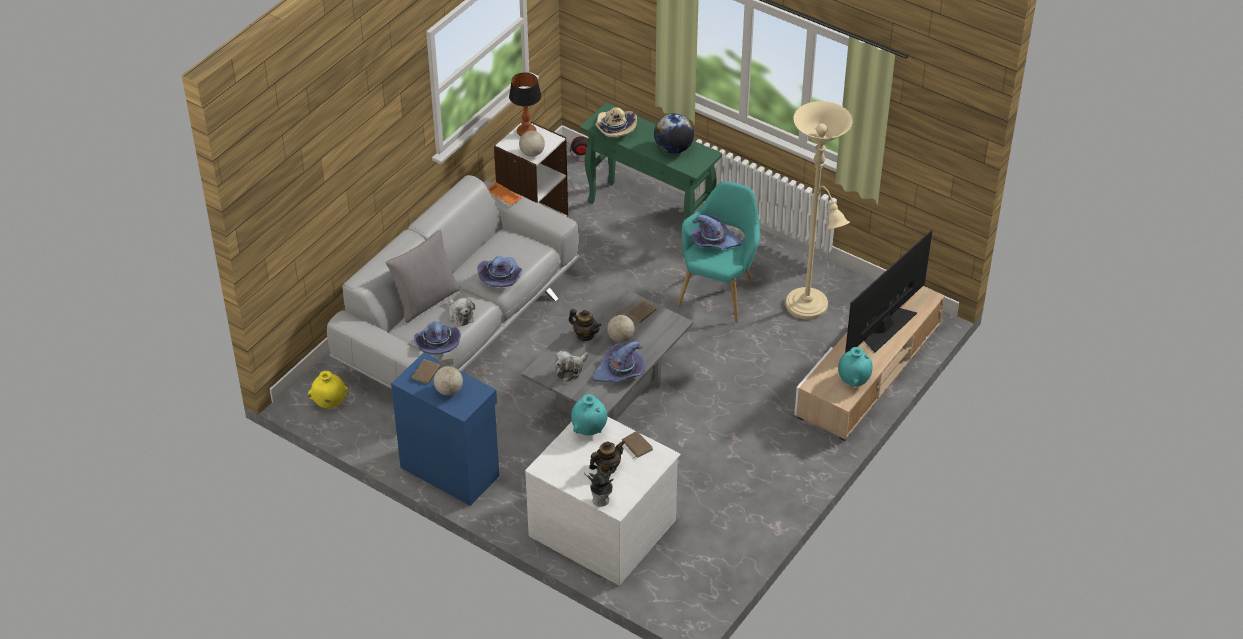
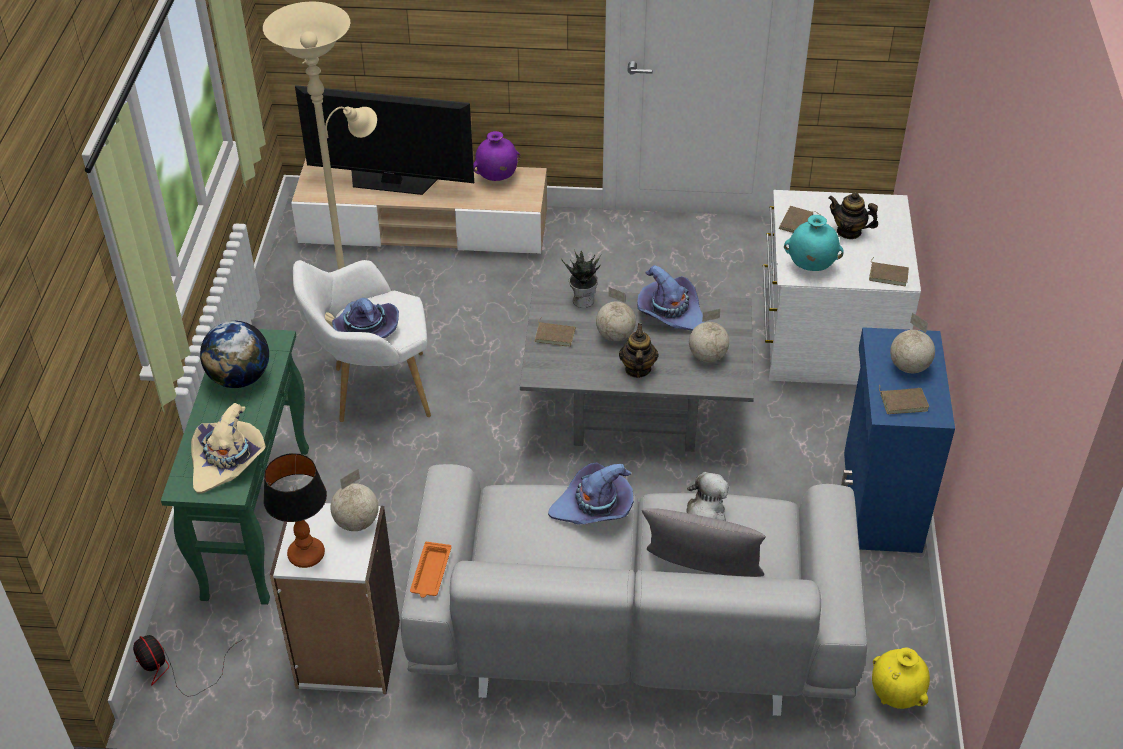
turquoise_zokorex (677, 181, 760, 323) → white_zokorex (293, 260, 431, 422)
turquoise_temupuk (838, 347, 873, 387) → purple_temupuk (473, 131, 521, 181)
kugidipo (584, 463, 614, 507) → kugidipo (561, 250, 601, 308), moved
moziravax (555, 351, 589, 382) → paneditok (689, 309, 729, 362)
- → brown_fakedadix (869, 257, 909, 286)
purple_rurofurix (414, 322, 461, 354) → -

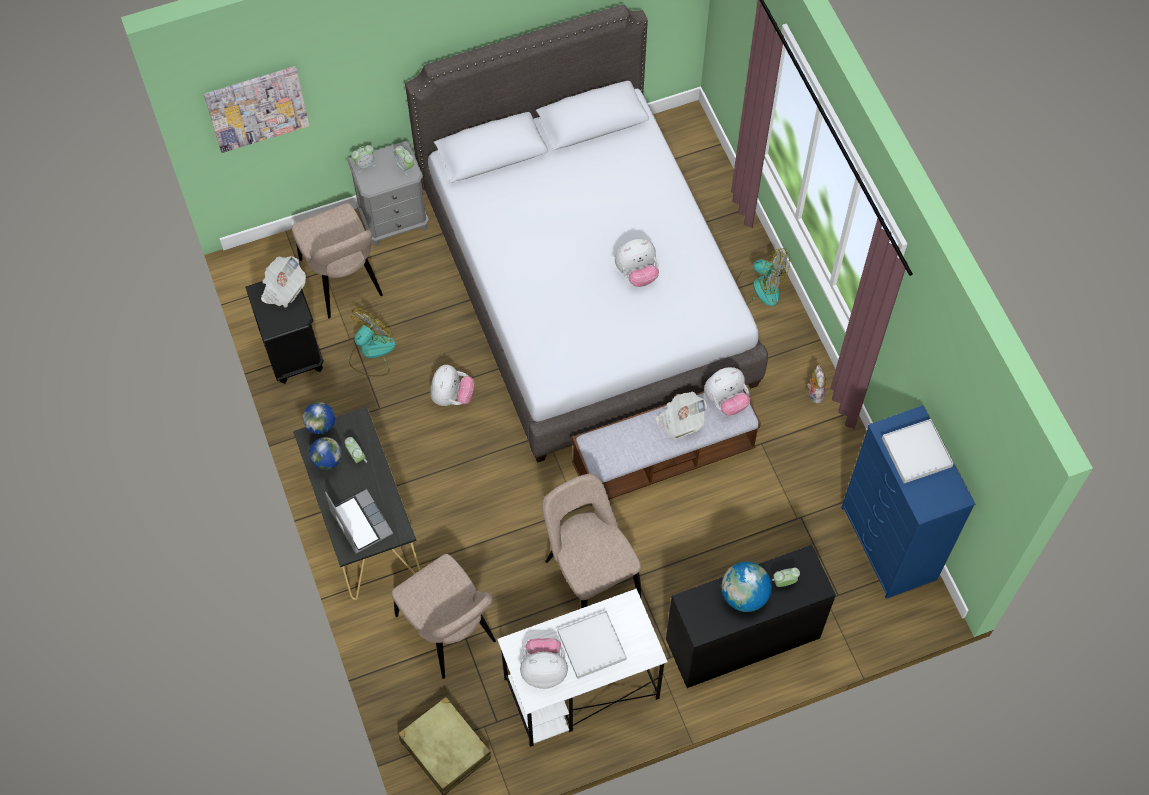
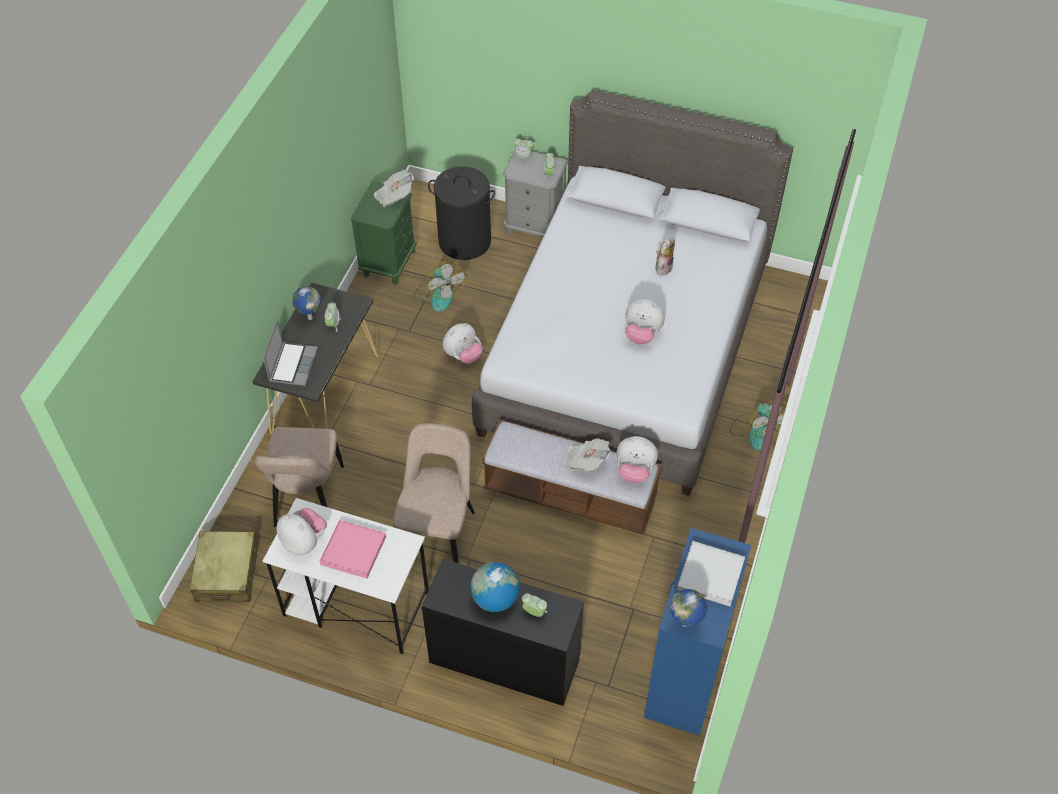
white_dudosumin (558, 610, 627, 679) → pink_dudosumin (320, 520, 386, 579)
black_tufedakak (245, 281, 324, 384) → green_tufedakak (351, 181, 417, 285)
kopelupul (349, 307, 396, 376) → kopelupul (413, 261, 465, 312), 75 degrees clockwise
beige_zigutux (292, 203, 383, 318) → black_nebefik (428, 166, 495, 260)
moziravax (807, 365, 826, 404) → moziravax (656, 238, 675, 275), moved
paneditok (303, 402, 335, 434) → paneditok (670, 589, 707, 627), moved
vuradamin (204, 66, 309, 153) → -

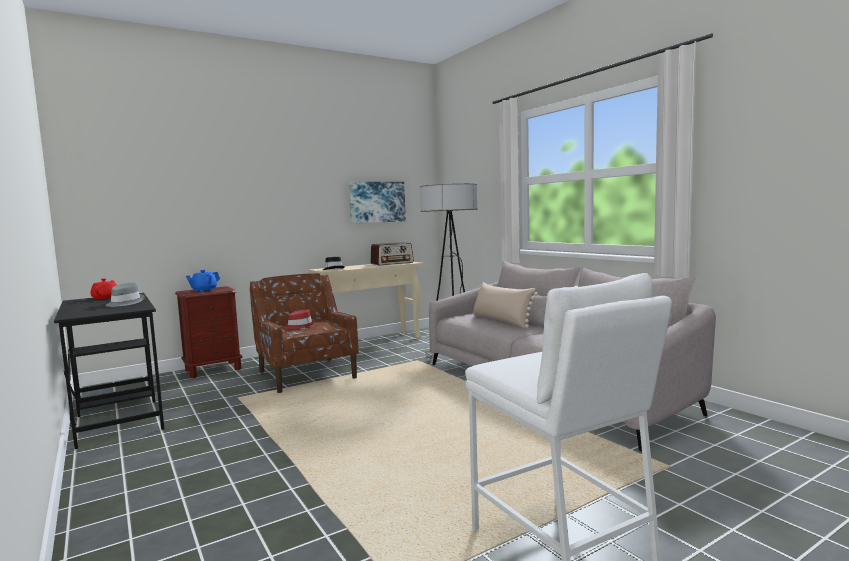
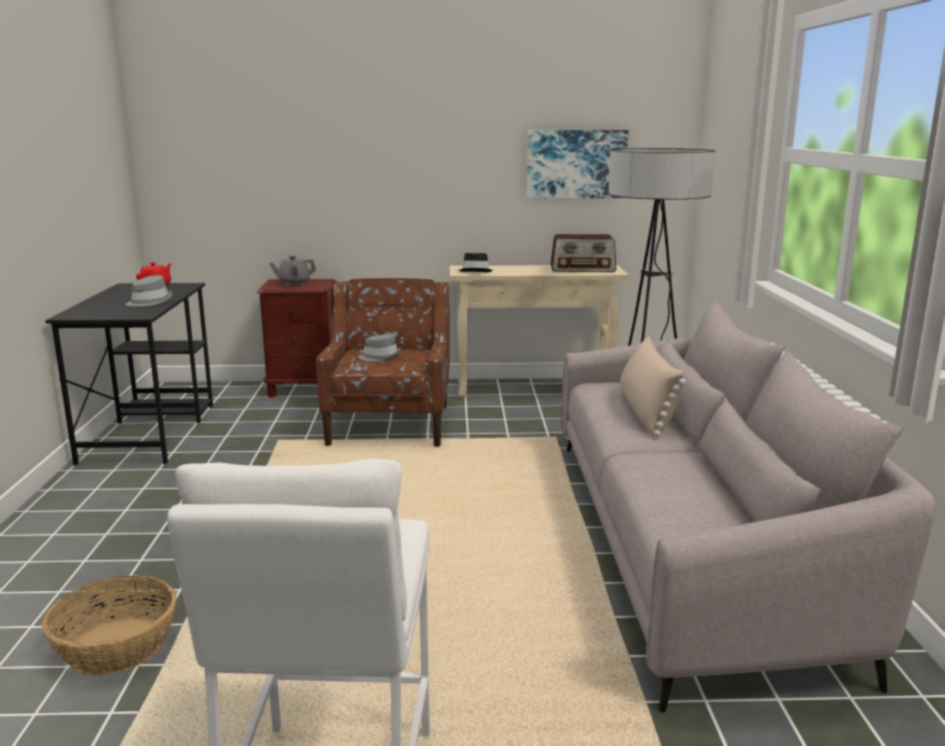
- → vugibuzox (42, 575, 177, 675)
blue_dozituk (186, 270, 220, 292) → grey_dozituk (269, 255, 316, 287)
red_rurofurix (284, 309, 315, 329) → grey_rurofurix (358, 334, 402, 361)

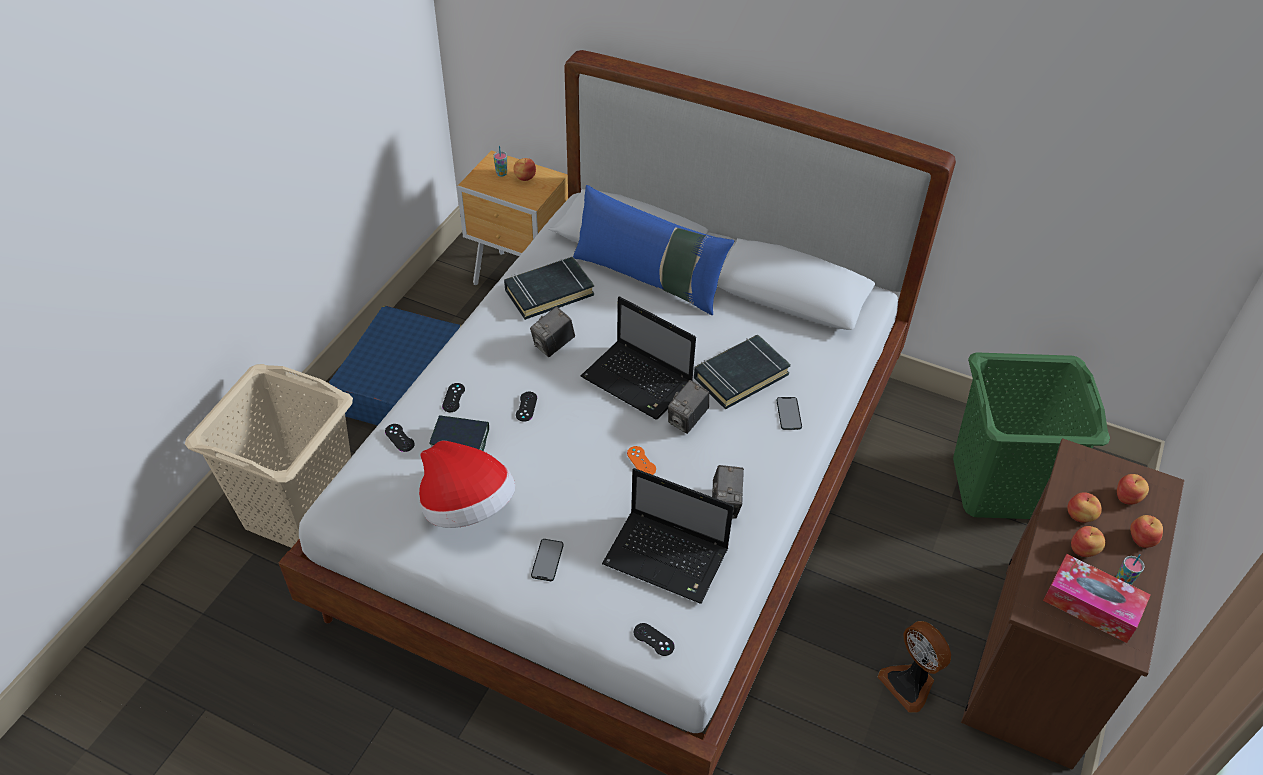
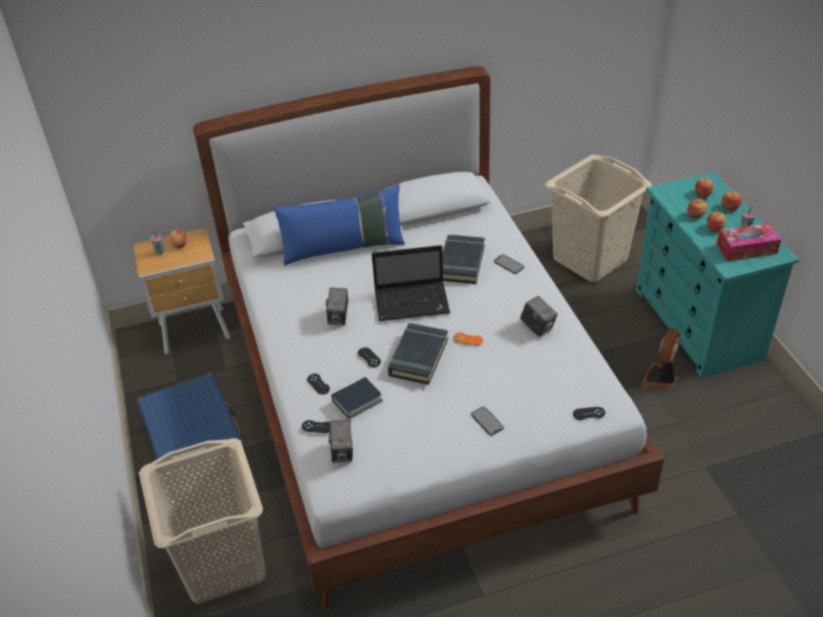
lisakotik (668, 380, 709, 434) → lisakotik (328, 420, 353, 463), moved
black_fakedadix (504, 257, 594, 320) → black_fakedadix (388, 323, 448, 385), moved
green_nebefik (953, 352, 1110, 519) → beige_nebefik (545, 154, 652, 282)
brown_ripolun (961, 438, 1185, 770) → turquoise_ripolun (636, 172, 799, 378)
kopelupul (878, 621, 951, 713) → kopelupul (641, 328, 681, 389), 105 degrees clockwise
rurofurix (419, 441, 515, 528) → -
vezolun (602, 468, 734, 604) → -

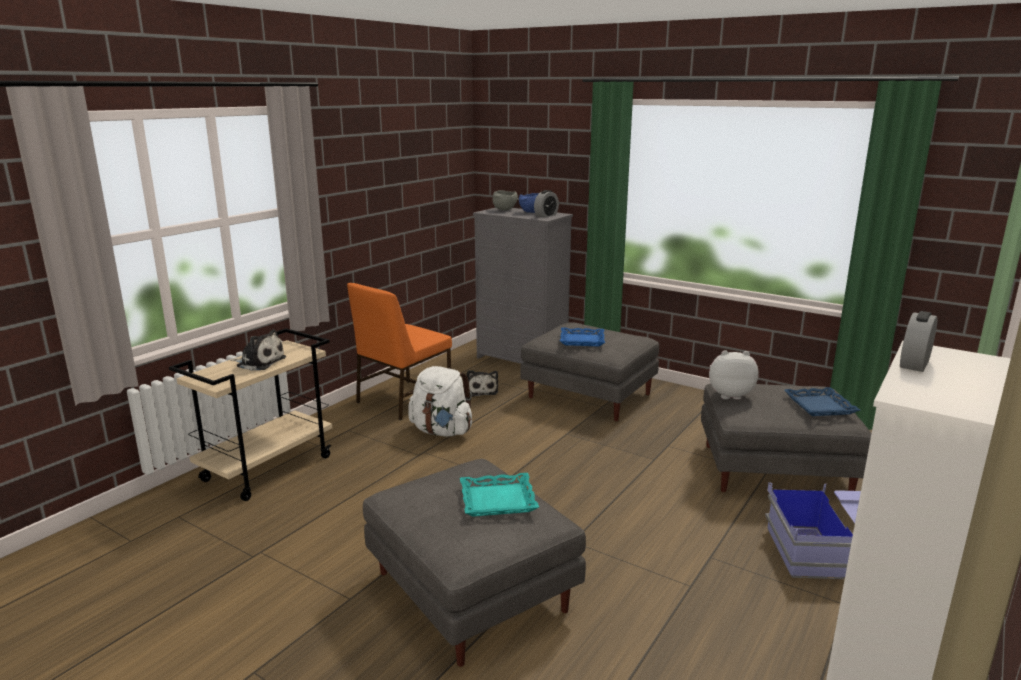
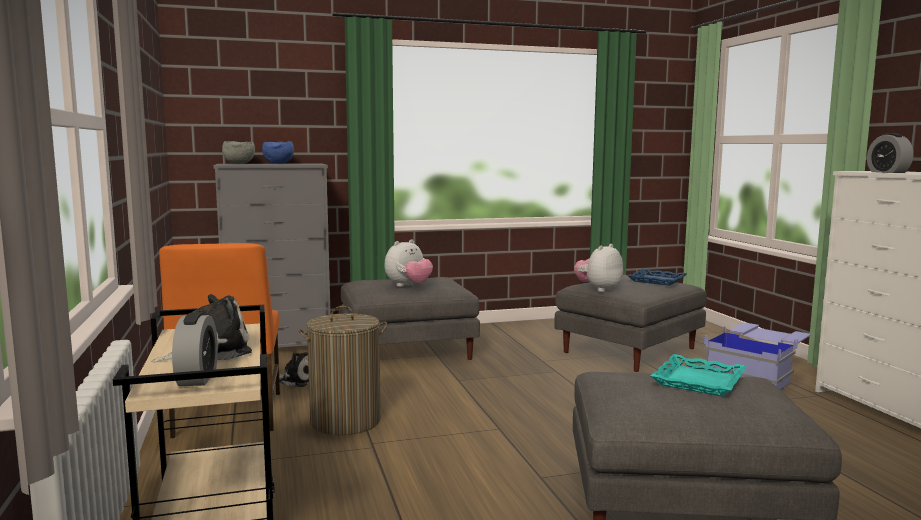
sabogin (534, 190, 559, 217) → sabogin (172, 312, 218, 386), moved
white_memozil (408, 366, 472, 437) → nebefik (298, 306, 387, 435)
blue_dudosumin (560, 328, 605, 346) → moziravax (385, 239, 433, 287)

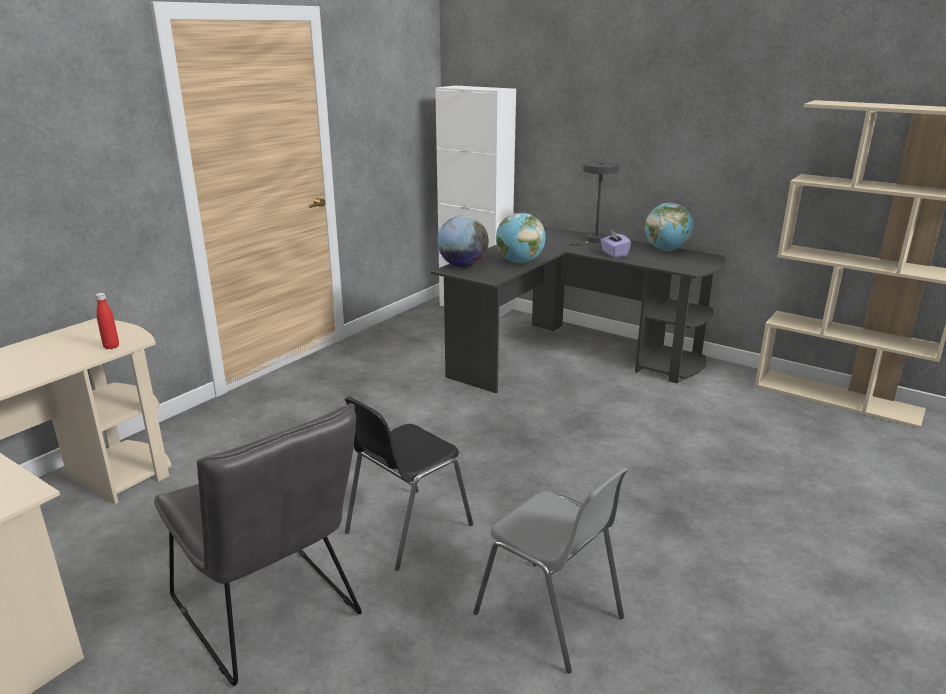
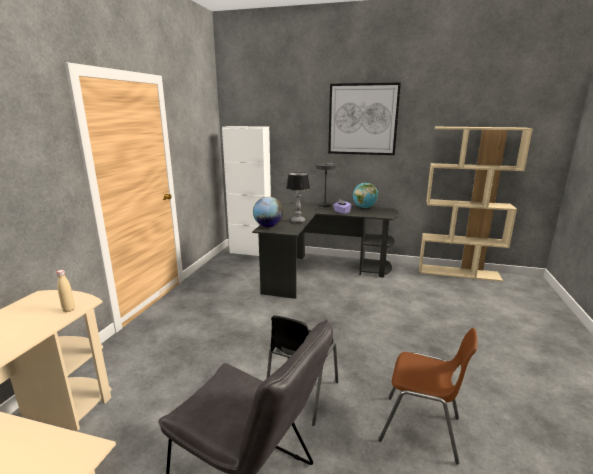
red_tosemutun (95, 293, 119, 349) → beige_tosemutun (56, 270, 75, 312)
paneditok (496, 213, 546, 263) → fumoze (286, 172, 310, 223)
- → vuradamin (328, 83, 401, 155)
grey_zigutux (473, 467, 628, 673) → brown_zigutux (378, 328, 477, 465)

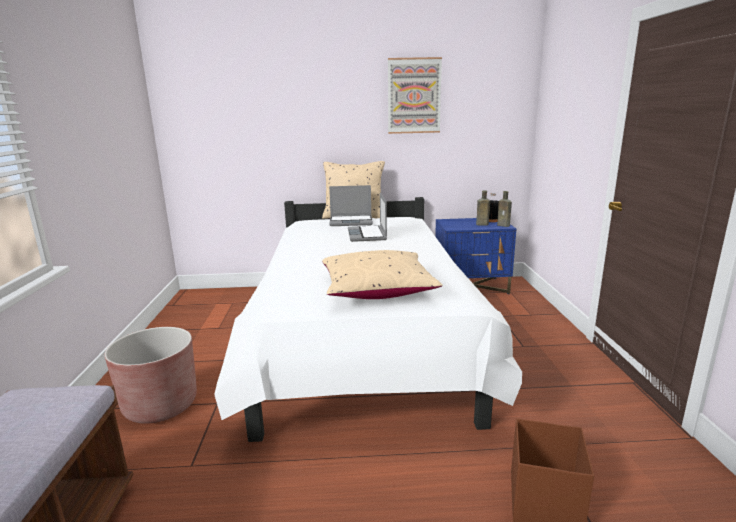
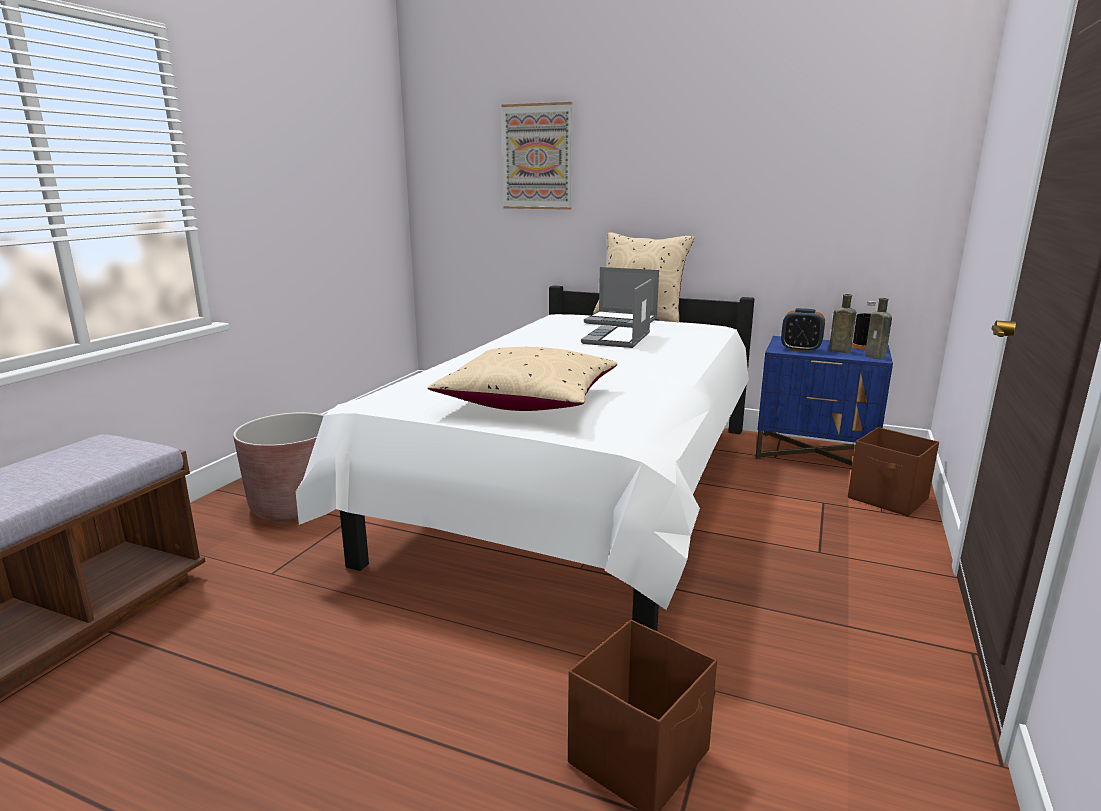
vuradamin (388, 57, 442, 134) → vuradamin (501, 102, 573, 210), moved
- → sabogin (781, 308, 825, 352)
- → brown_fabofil (848, 427, 939, 517)

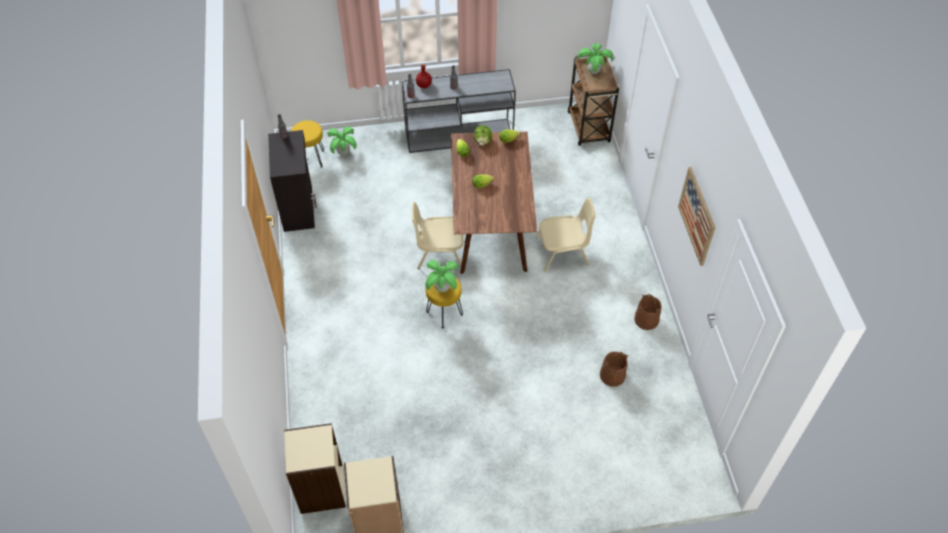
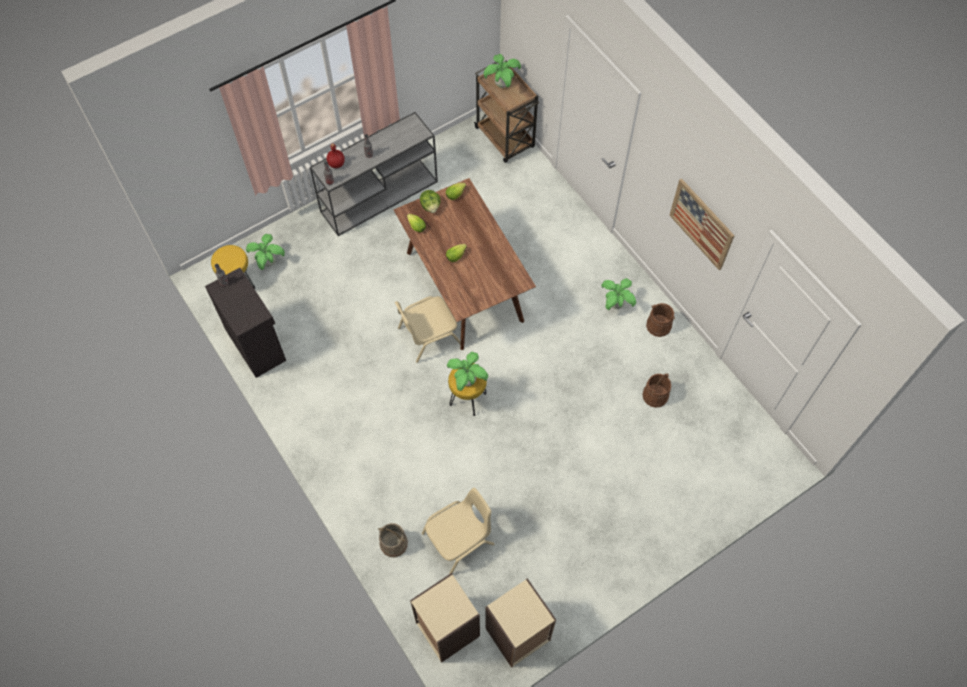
- → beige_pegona (378, 523, 408, 557)
beige_zigutux (535, 198, 596, 272) → beige_zigutux (422, 488, 494, 574), moved
- → kugidipo (601, 278, 636, 310)

